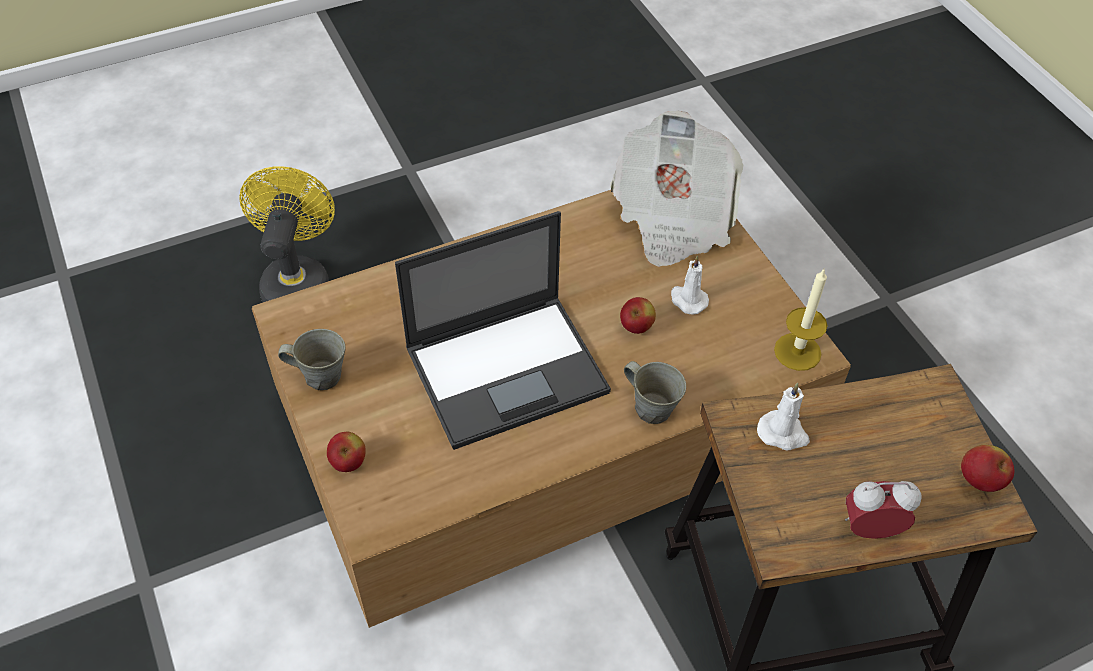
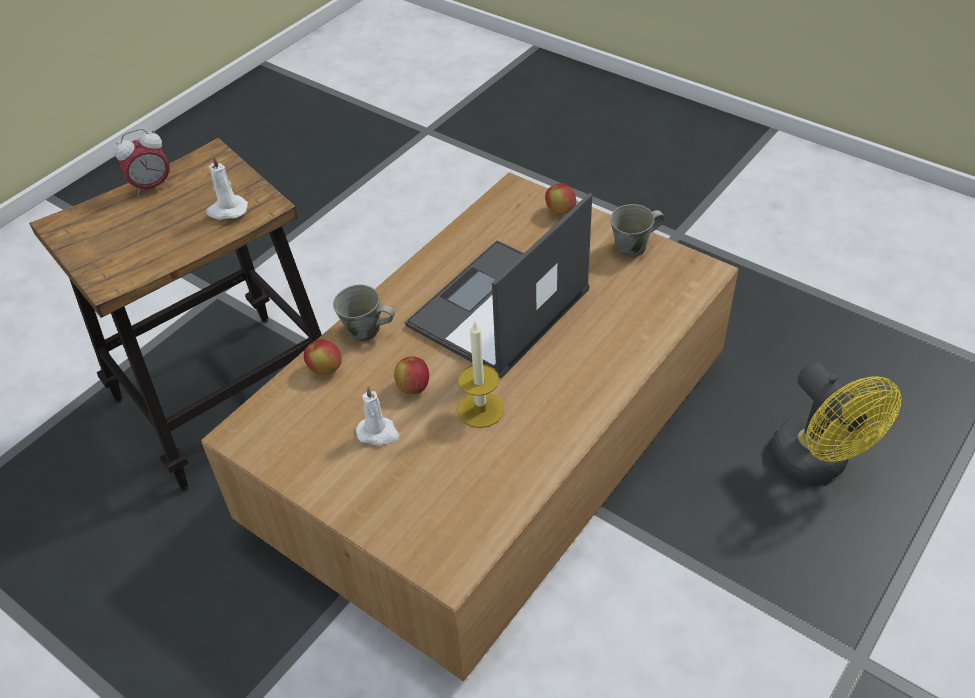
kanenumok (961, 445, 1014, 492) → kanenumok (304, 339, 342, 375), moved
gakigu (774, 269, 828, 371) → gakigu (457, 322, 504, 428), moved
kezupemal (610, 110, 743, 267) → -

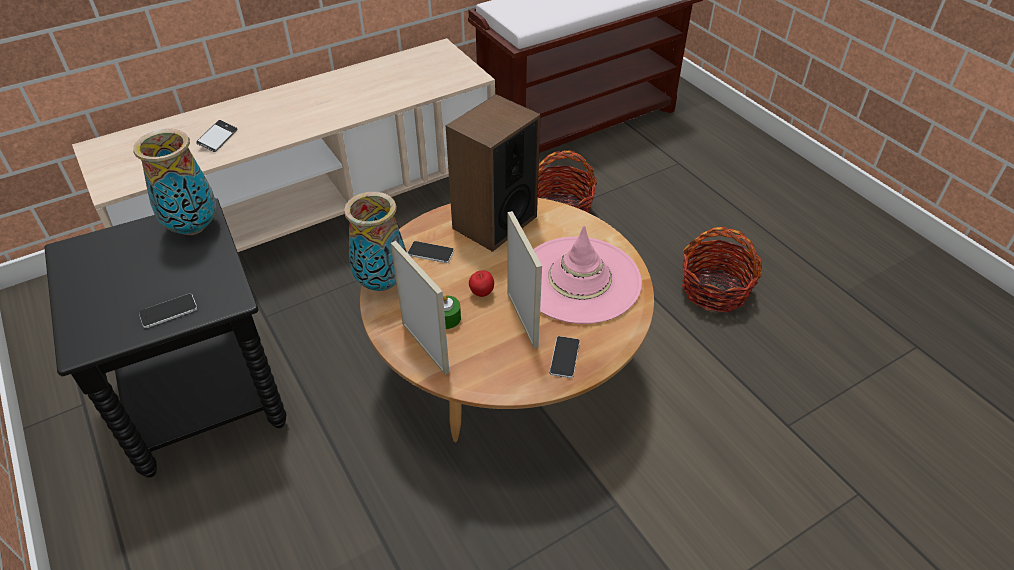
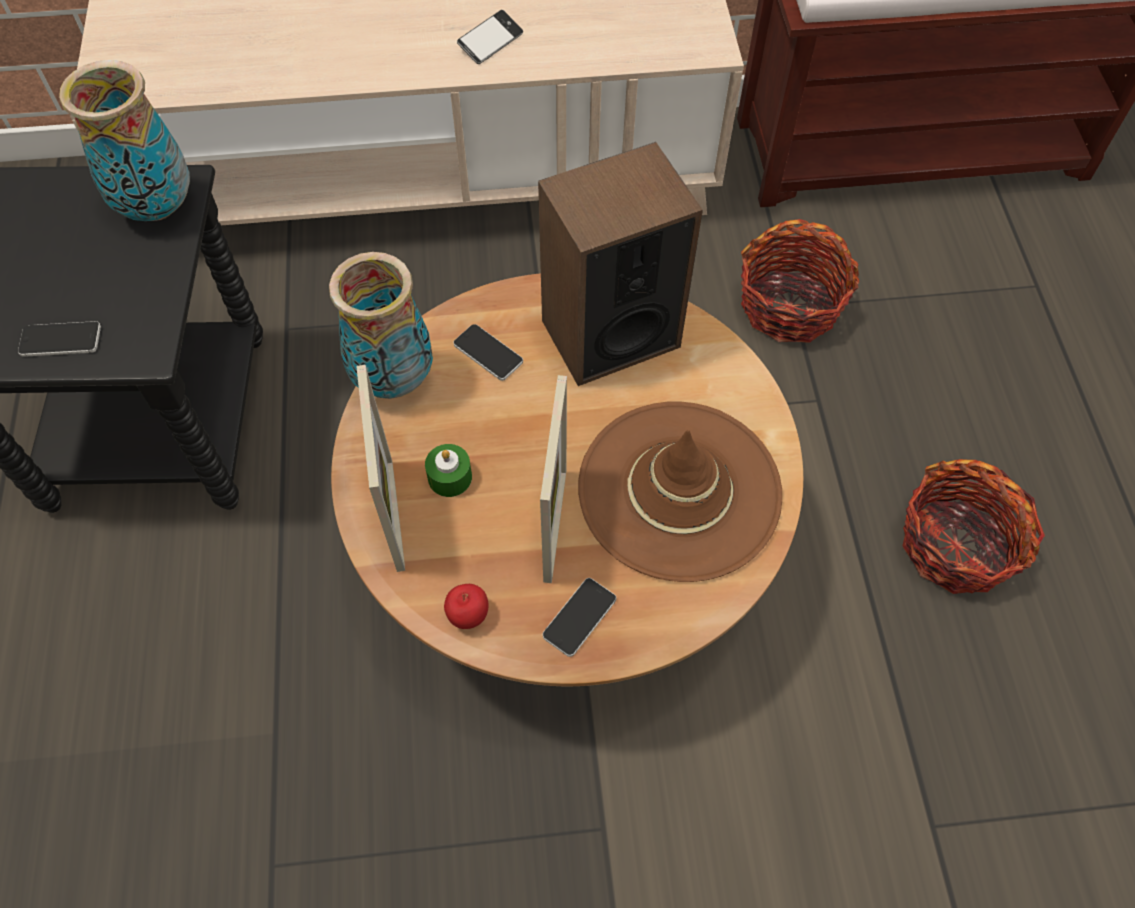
kanenumok (469, 270, 494, 297) → kanenumok (444, 584, 489, 629), moved
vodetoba (196, 120, 237, 152) → vodetoba (457, 10, 523, 64), moved
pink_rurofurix (533, 225, 642, 324) → brown_rurofurix (578, 402, 782, 582)

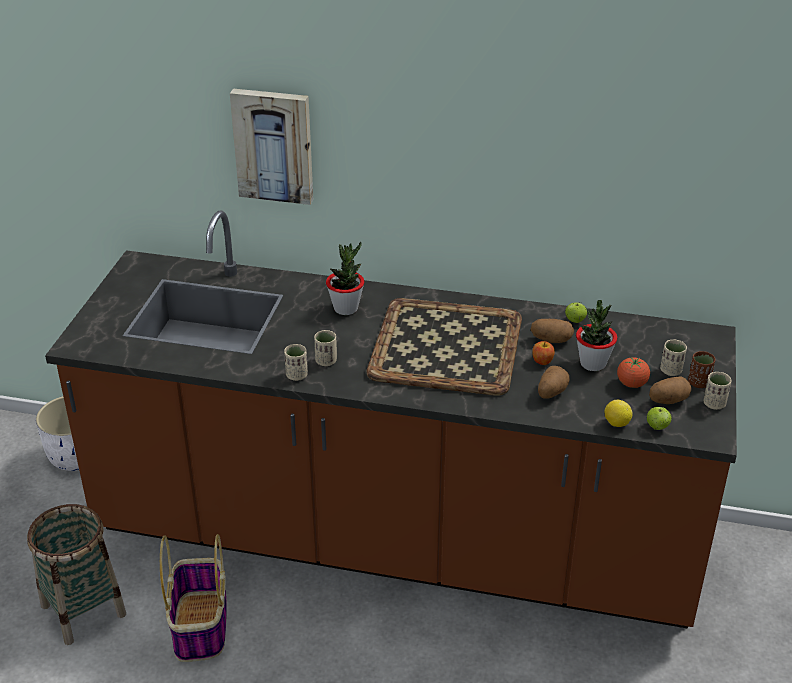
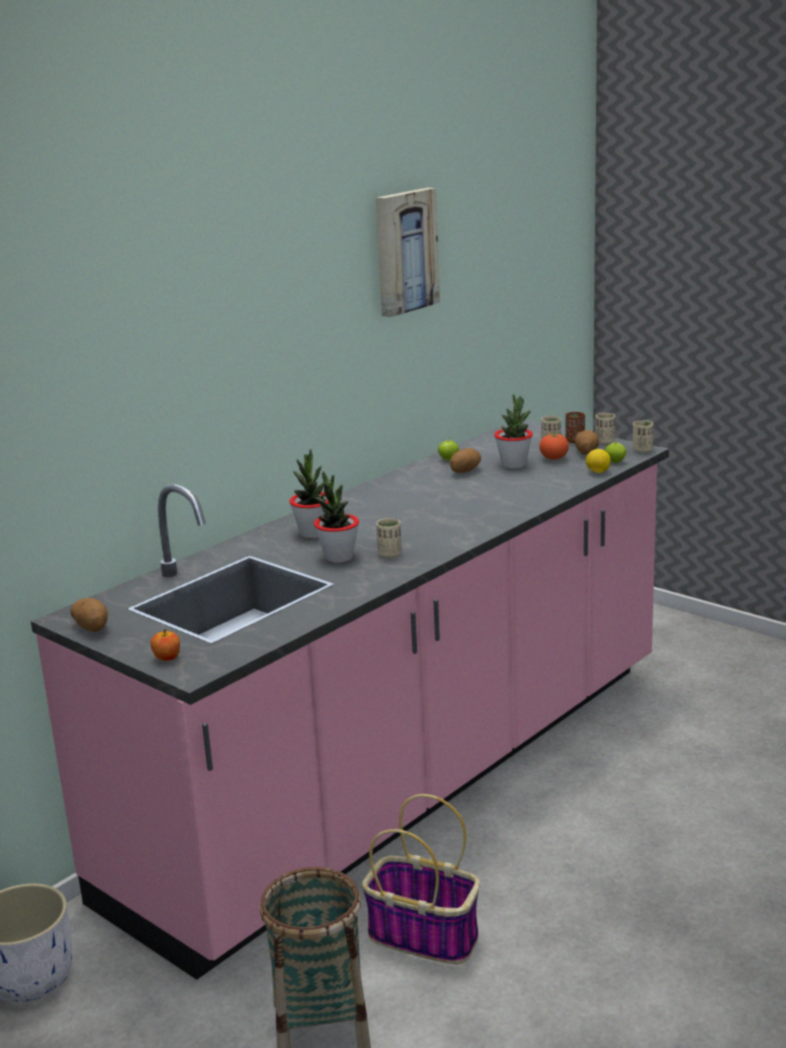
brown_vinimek (45, 211, 737, 629) → pink_vinimek (31, 420, 669, 980)
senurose (538, 366, 570, 399) → senurose (70, 598, 108, 632), moved
kanenumok (532, 341, 555, 365) → kanenumok (151, 629, 180, 661), moved
- → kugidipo (313, 471, 359, 563)
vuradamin (230, 89, 313, 205) → vuradamin (376, 188, 440, 317), moved
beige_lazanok (284, 344, 308, 381) → beige_lazanok (633, 420, 654, 453), moved
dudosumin (366, 298, 522, 396) → -

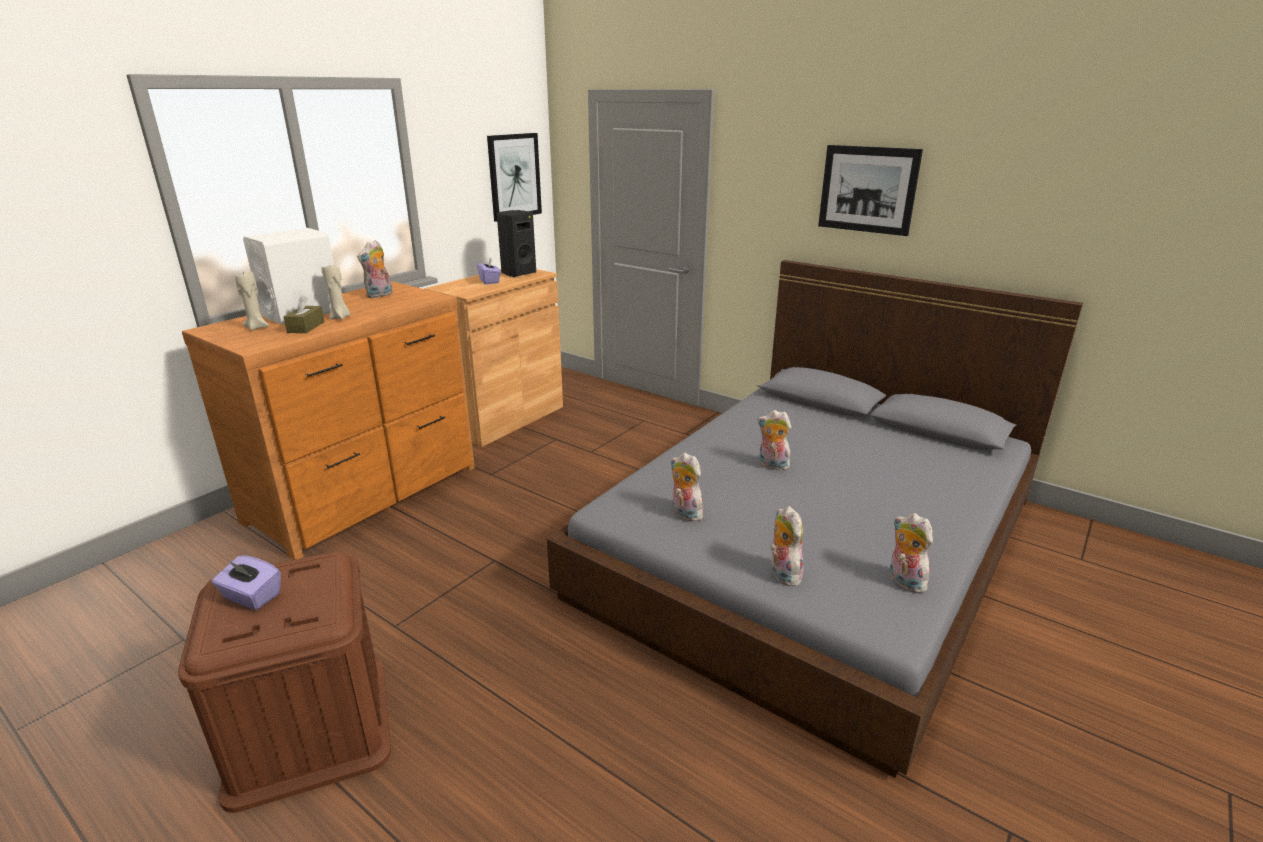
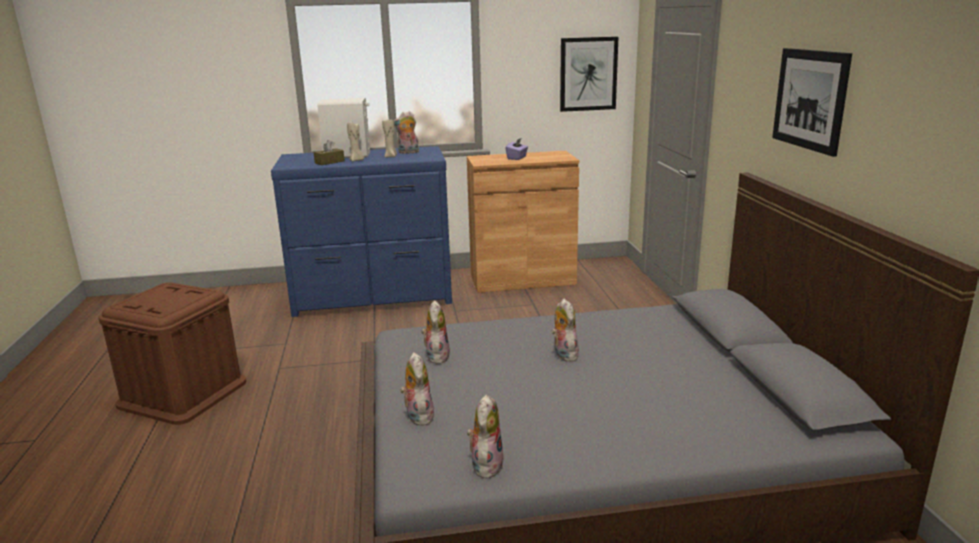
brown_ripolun (182, 281, 475, 560) → blue_ripolun (271, 146, 452, 317)
beige_gakigu (235, 272, 269, 330) → beige_gakigu (382, 119, 397, 158), moved
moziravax (770, 506, 804, 586) → moziravax (400, 352, 434, 426), 45 degrees counterclockwise
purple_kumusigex (212, 556, 281, 610) → -
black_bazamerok (497, 210, 536, 277) → -

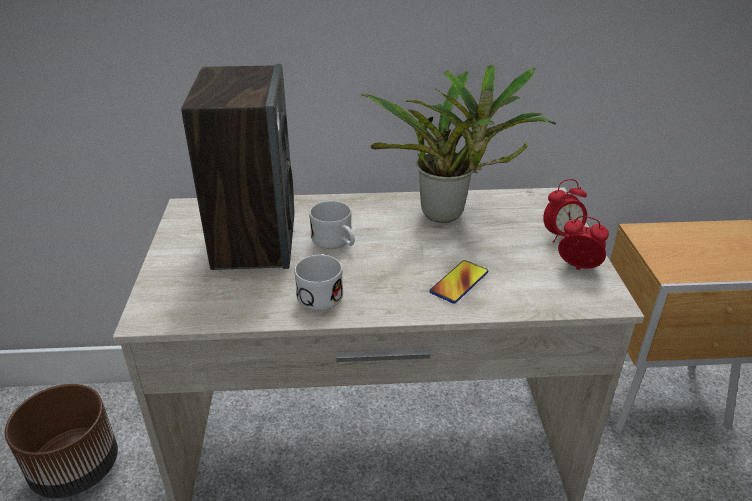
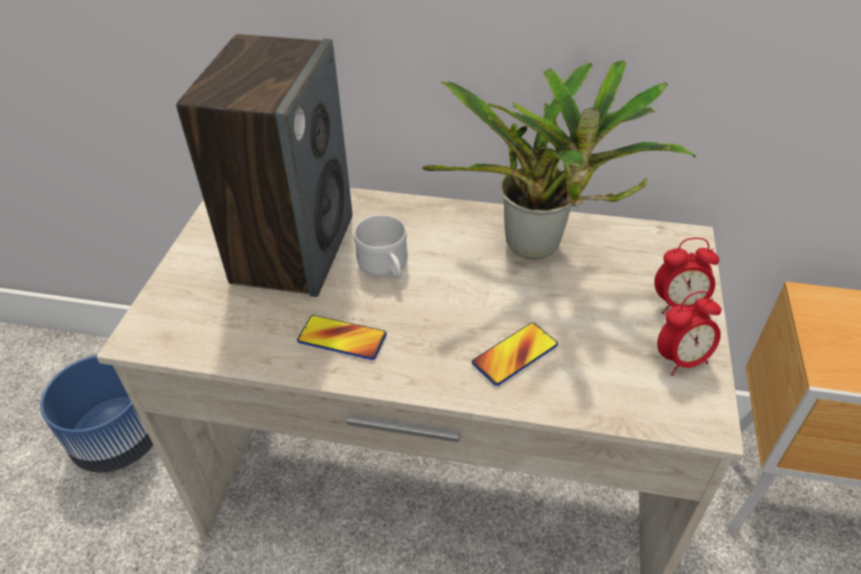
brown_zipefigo (5, 384, 118, 498) → blue_zipefigo (40, 355, 153, 473)
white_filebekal (295, 254, 343, 311) → vodetoba (297, 315, 387, 360)
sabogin (558, 216, 609, 270) → sabogin (657, 291, 721, 376), 120 degrees clockwise

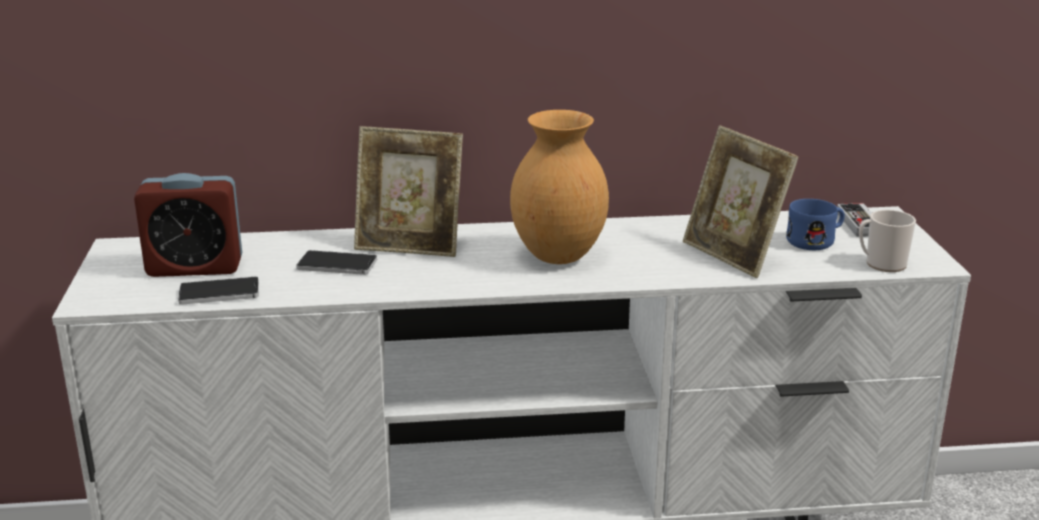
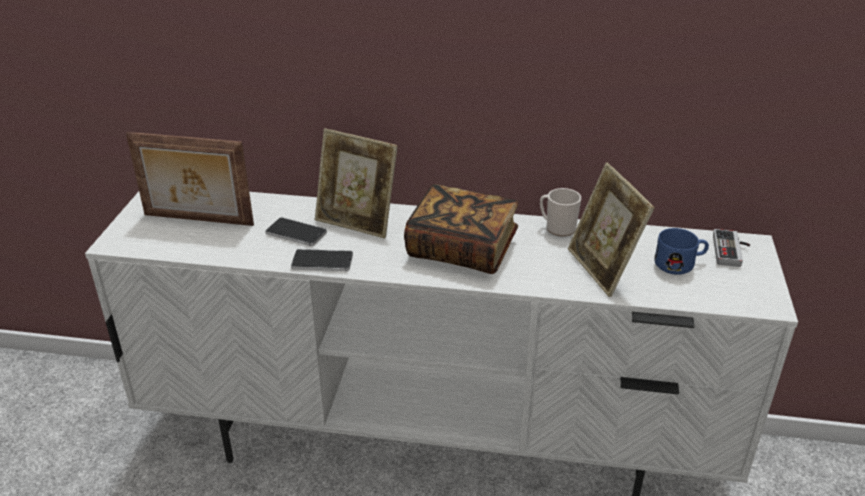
sabogin (134, 173, 242, 277) → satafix (126, 132, 254, 226)
vodetoba (178, 277, 259, 305) → vodetoba (291, 249, 353, 271), moved
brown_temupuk (510, 110, 609, 264) → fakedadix (404, 184, 518, 274)
filebekal (859, 210, 916, 272) → filebekal (540, 188, 581, 237), moved

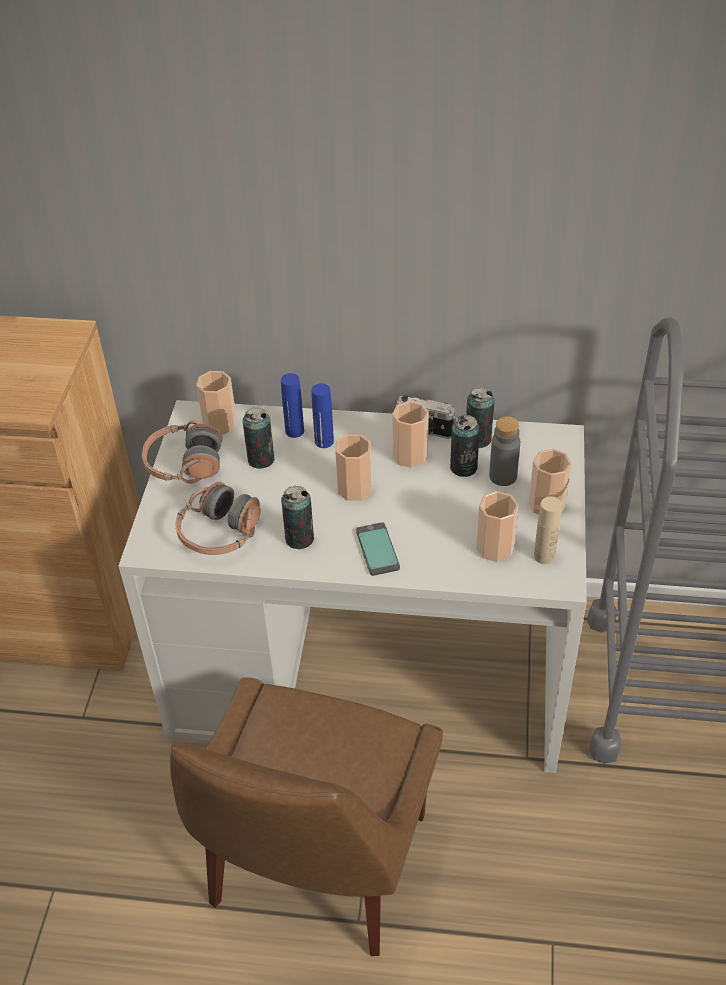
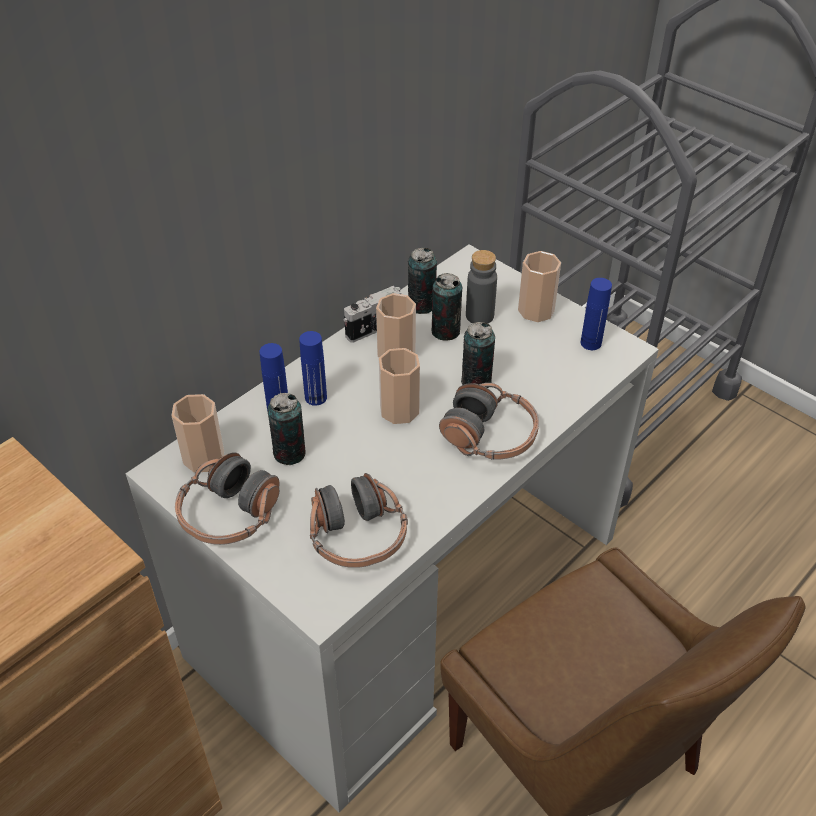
vodetoba (356, 522, 400, 576) → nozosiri (439, 383, 539, 460)
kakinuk (281, 486, 314, 549) → kakinuk (461, 322, 495, 388), moved
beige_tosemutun (534, 496, 562, 564) → blue_tosemutun (581, 278, 612, 350)
lazanok (476, 491, 519, 562) → -

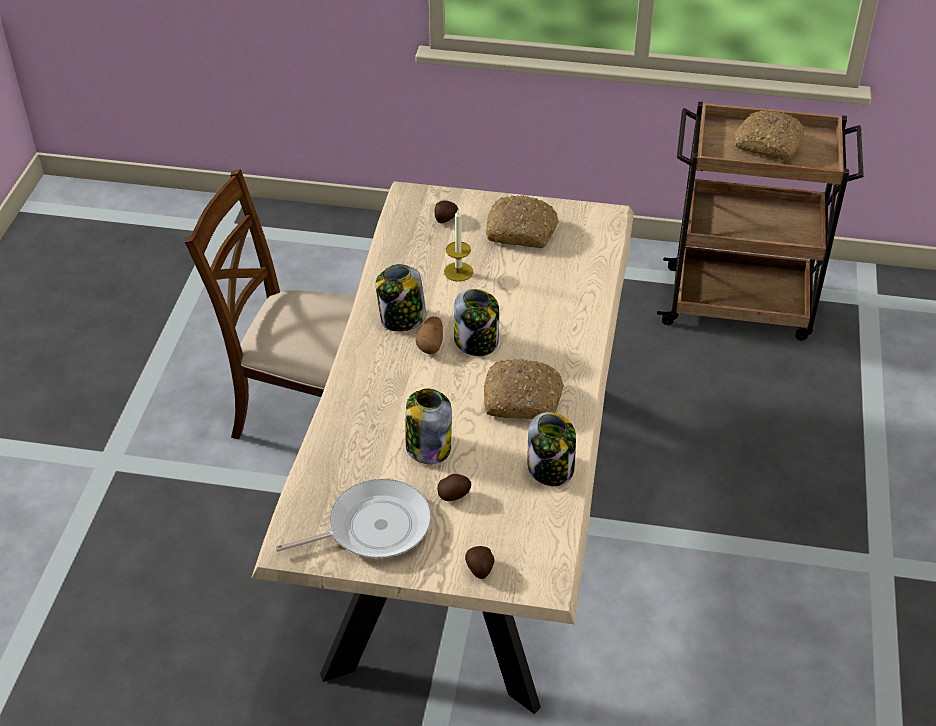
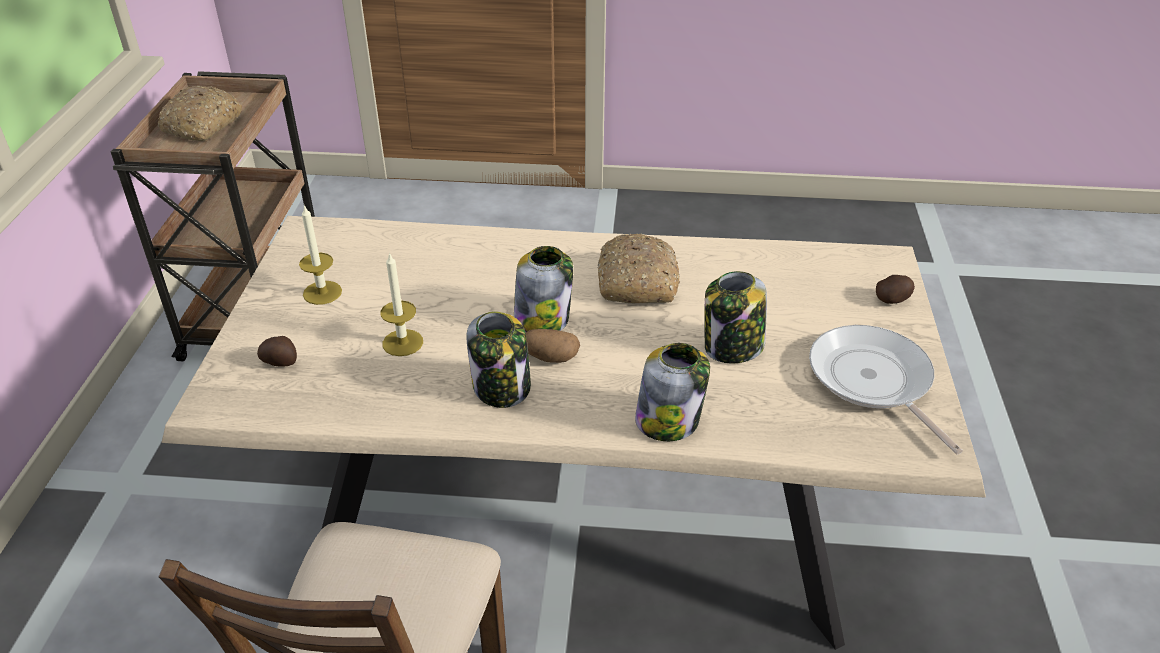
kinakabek (486, 195, 559, 248) → gakigu (299, 205, 342, 305)
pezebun (528, 412, 576, 486) → pezebun (635, 343, 710, 441), moved
senurose (437, 474, 471, 501) → -

